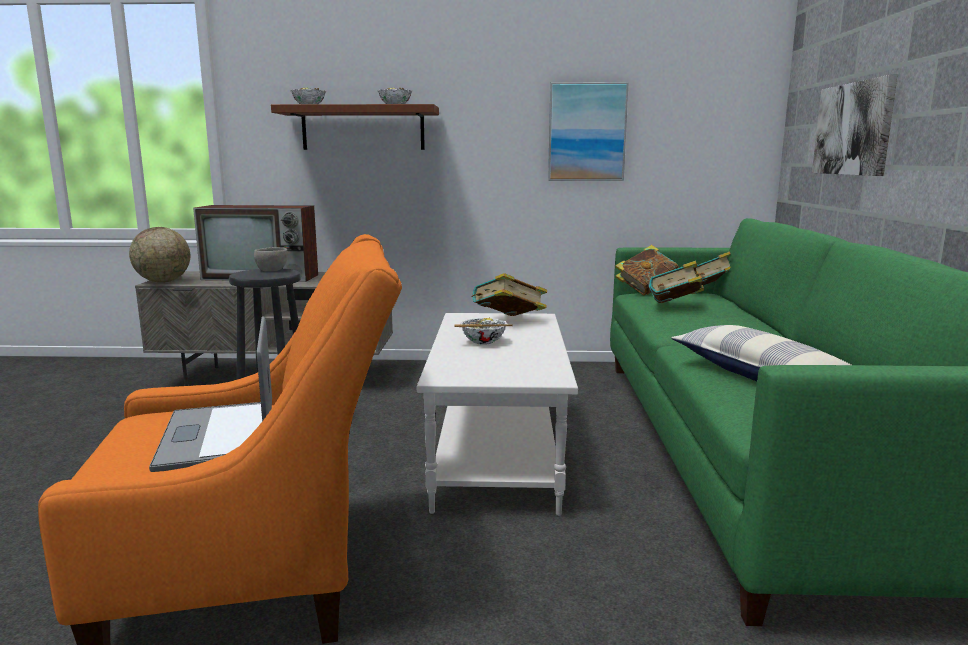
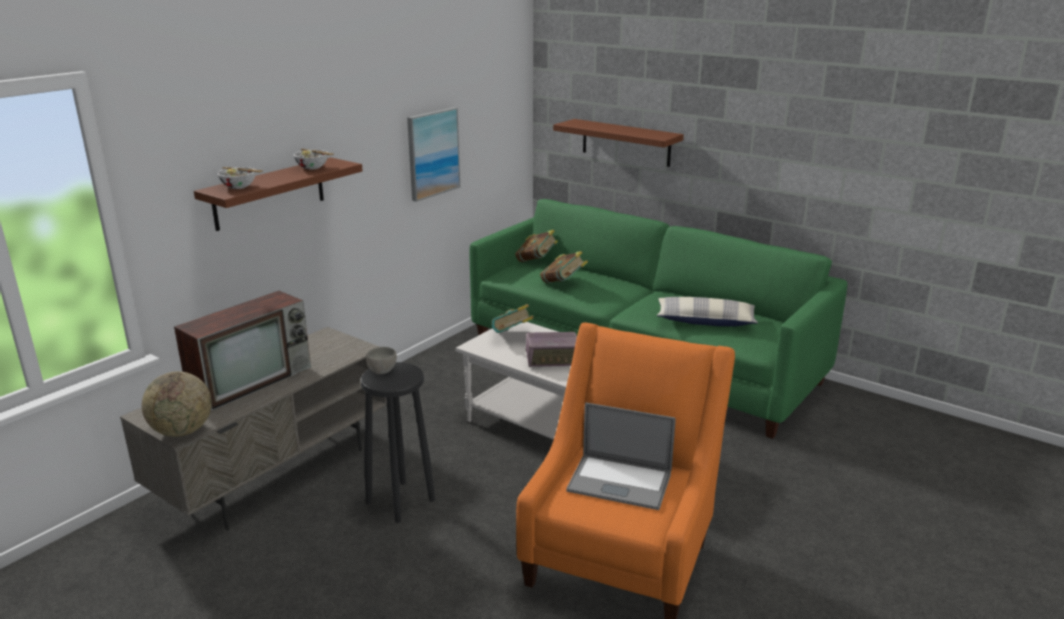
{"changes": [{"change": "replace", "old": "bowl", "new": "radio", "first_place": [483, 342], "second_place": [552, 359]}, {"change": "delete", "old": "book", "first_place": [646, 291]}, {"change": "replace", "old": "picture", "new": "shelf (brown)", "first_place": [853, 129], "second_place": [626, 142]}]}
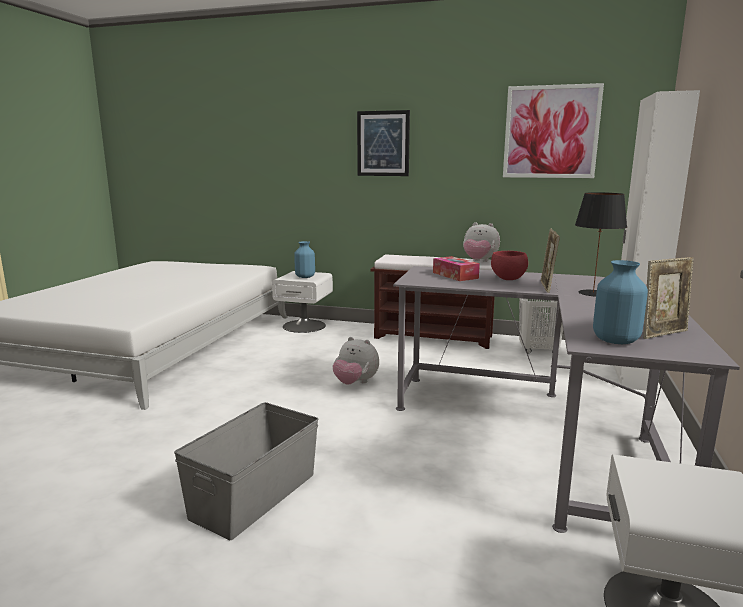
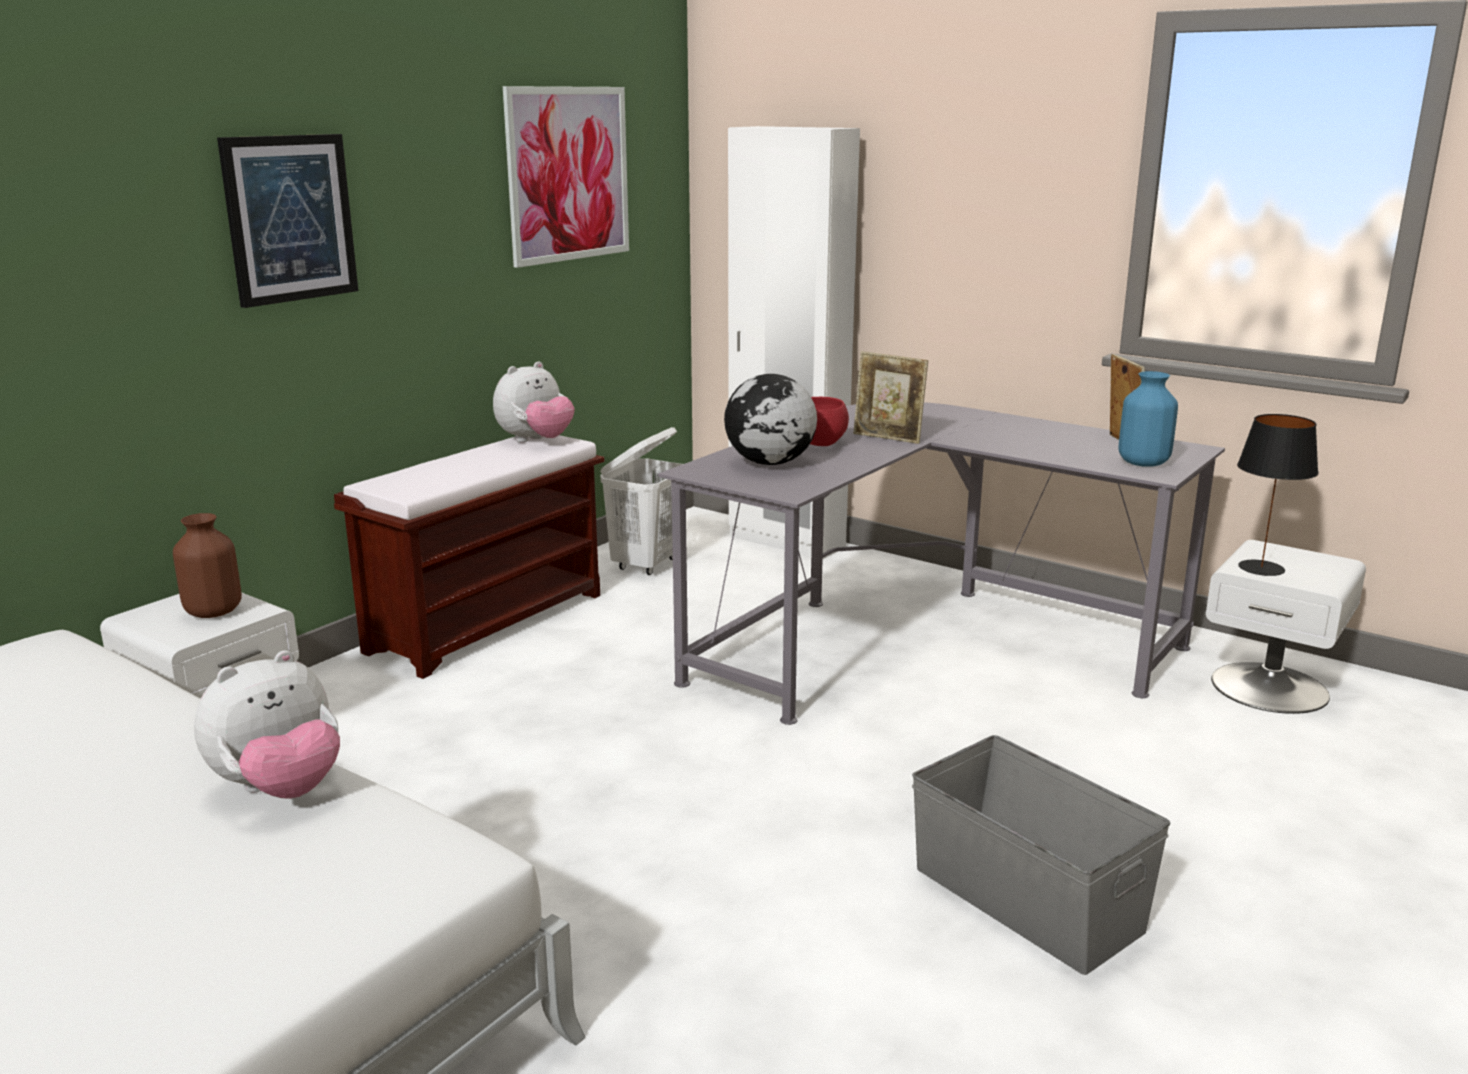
{"changes": [{"change": "recolor", "old": "vase (blue)", "new": "vase (brown)", "first_place": [305, 277], "second_place": [212, 612]}, {"change": "move", "old": "plush toy", "first_place": [355, 383], "second_place": [280, 789]}, {"change": "replace", "old": "tissue box", "new": "globe", "first_place": [455, 275], "second_place": [769, 463]}, {"change": "move", "old": "table lamp (black)", "first_place": [593, 293], "second_place": [1261, 568]}]}
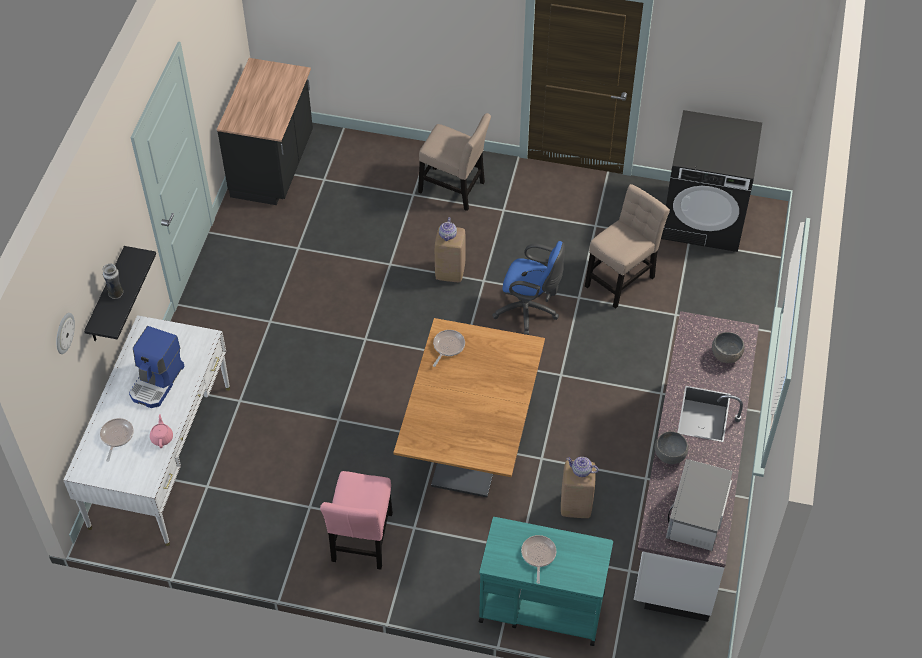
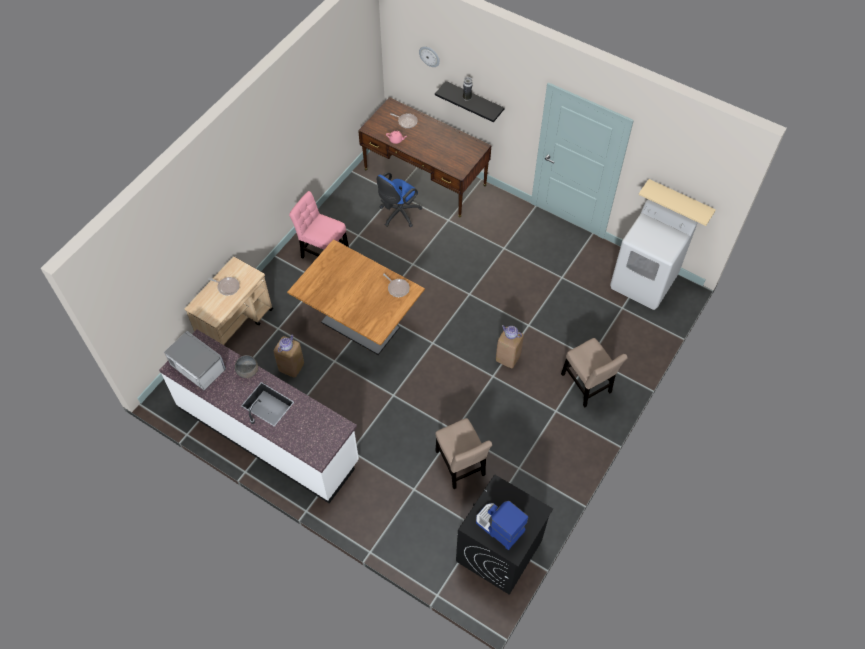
{"changes": [{"change": "recolor", "old": "desk (white)", "new": "desk (brown)", "first_place": [161, 456], "second_place": [425, 177]}, {"change": "move", "old": "coffee machine", "first_place": [157, 382], "second_place": [499, 527]}, {"change": "replace", "old": "counter (black)", "new": "washing machine (white)", "first_place": [274, 166], "second_place": [643, 282]}, {"change": "rotate", "old": "chair (beige)", "first_place": [454, 189], "second_place": [587, 385], "degrees": -75}, {"change": "recolor", "old": "cart (turquoise)", "new": "cart (beige)", "first_place": [541, 606], "second_place": [236, 326]}, {"change": "move", "old": "office chair (blue)", "first_place": [529, 311], "second_place": [398, 214]}, {"change": "delete", "old": "bowl (grey)", "first_place": [726, 355]}, {"change": "insert", "new": "shelf (beige)", "second_place": [679, 200]}]}
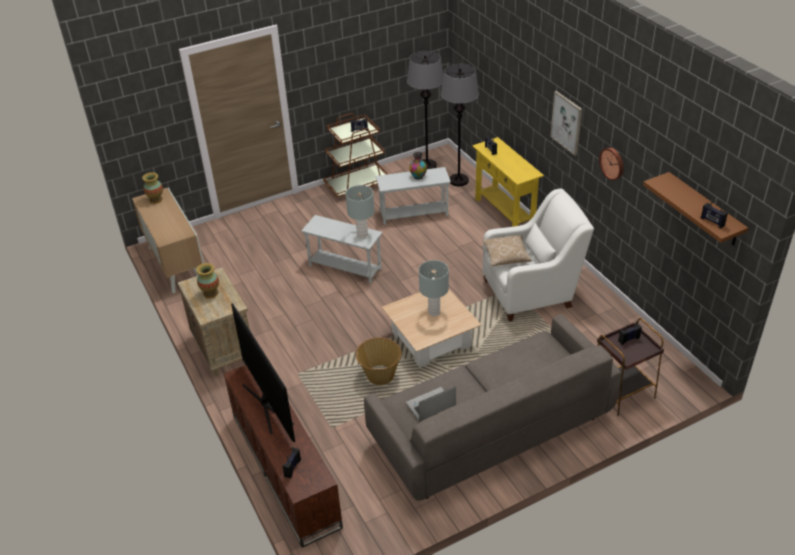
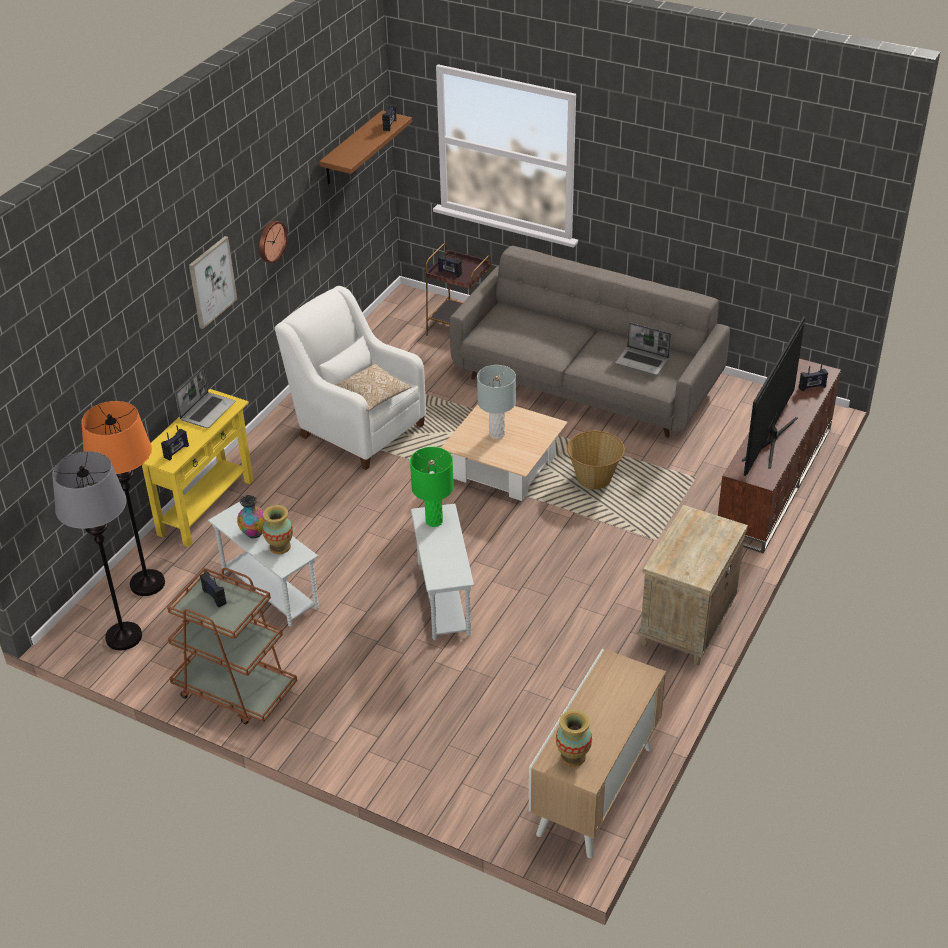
{"changes": [{"change": "move", "old": "vase", "first_place": [211, 293], "second_place": [280, 547]}, {"change": "recolor", "old": "table lamp (grey)", "new": "table lamp (green)", "first_place": [362, 235], "second_place": [434, 521]}, {"change": "recolor", "old": "floor lamp (grey)", "new": "floor lamp (orange)", "first_place": [459, 180], "second_place": [147, 583]}, {"change": "insert", "new": "laptop", "second_place": [207, 411]}]}
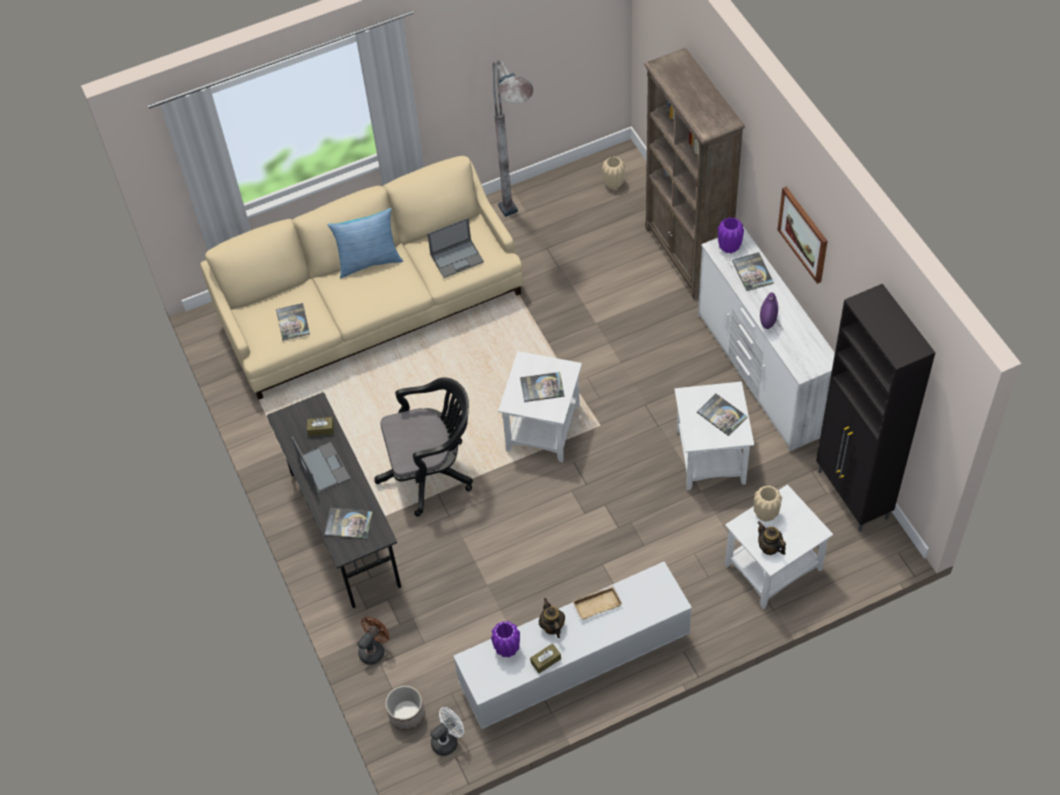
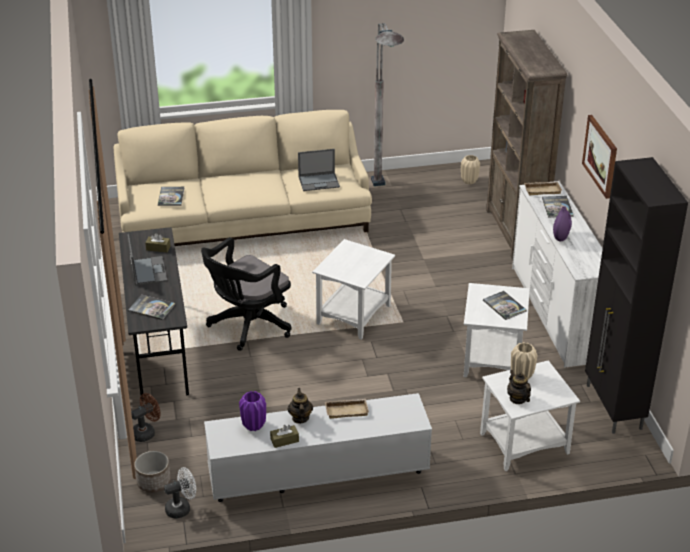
{"changes": [{"change": "delete", "old": "pillow", "first_place": [369, 261]}, {"change": "rotate", "old": "office chair (black)", "first_place": [431, 472], "second_place": [247, 326], "degrees": 135}, {"change": "delete", "old": "book", "first_place": [542, 387]}, {"change": "replace", "old": "vase (purple)", "new": "tray (beige)", "first_place": [729, 247], "second_place": [542, 190]}]}
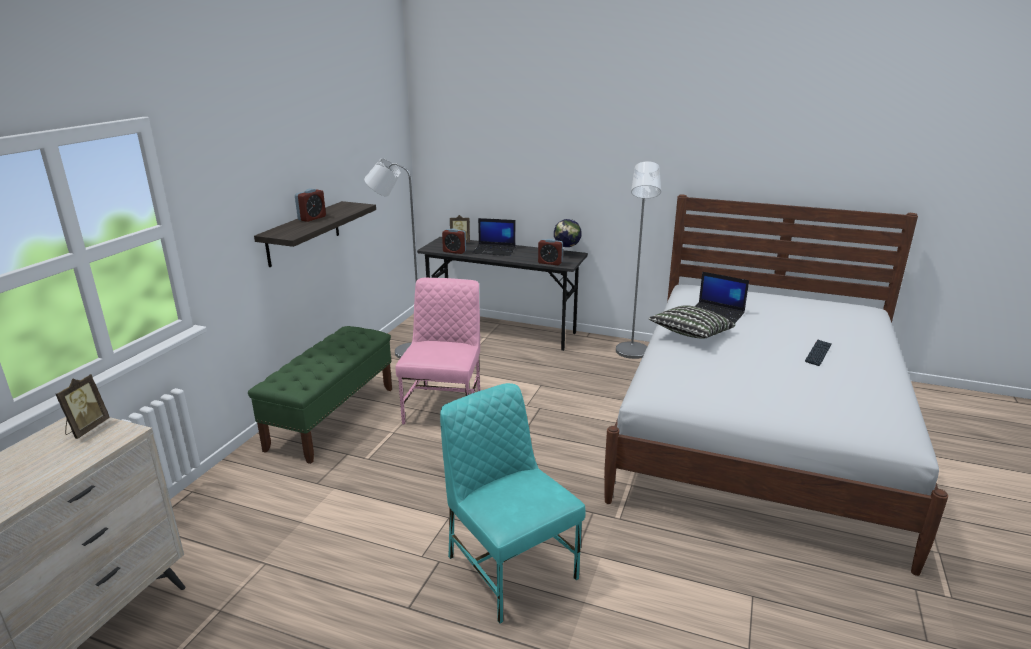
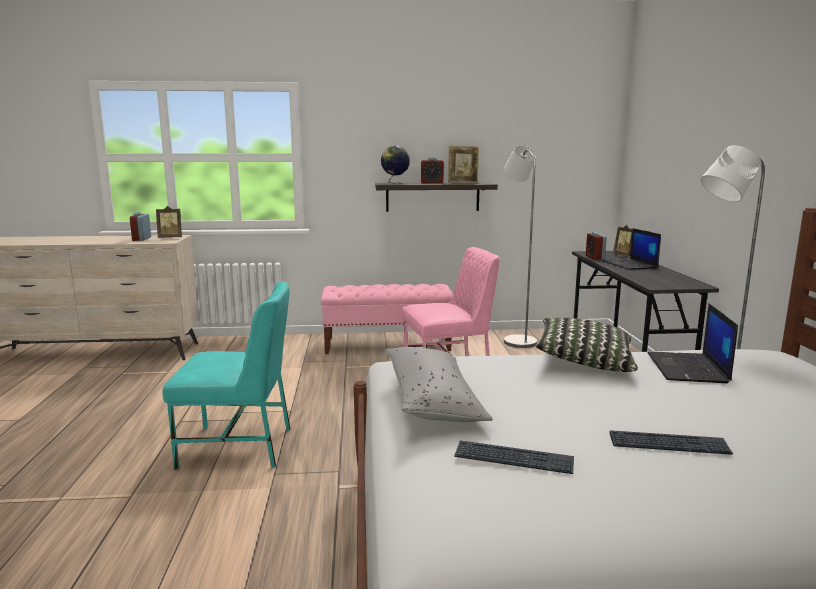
{"changes": [{"change": "recolor", "old": "bench (green)", "new": "bench (pink)", "first_place": [332, 417], "second_place": [387, 345]}, {"change": "rotate", "old": "chair (turquoise)", "first_place": [509, 566], "second_place": [239, 447], "degrees": 60}, {"change": "move", "old": "alarm clock", "first_place": [550, 263], "second_place": [141, 239]}, {"change": "move", "old": "globe", "first_place": [566, 254], "second_place": [395, 183]}, {"change": "insert", "new": "pillow (grey)", "second_place": [432, 399]}, {"change": "insert", "new": "picture frame", "second_place": [463, 182]}, {"change": "insert", "new": "keyboard", "second_place": [513, 459]}]}
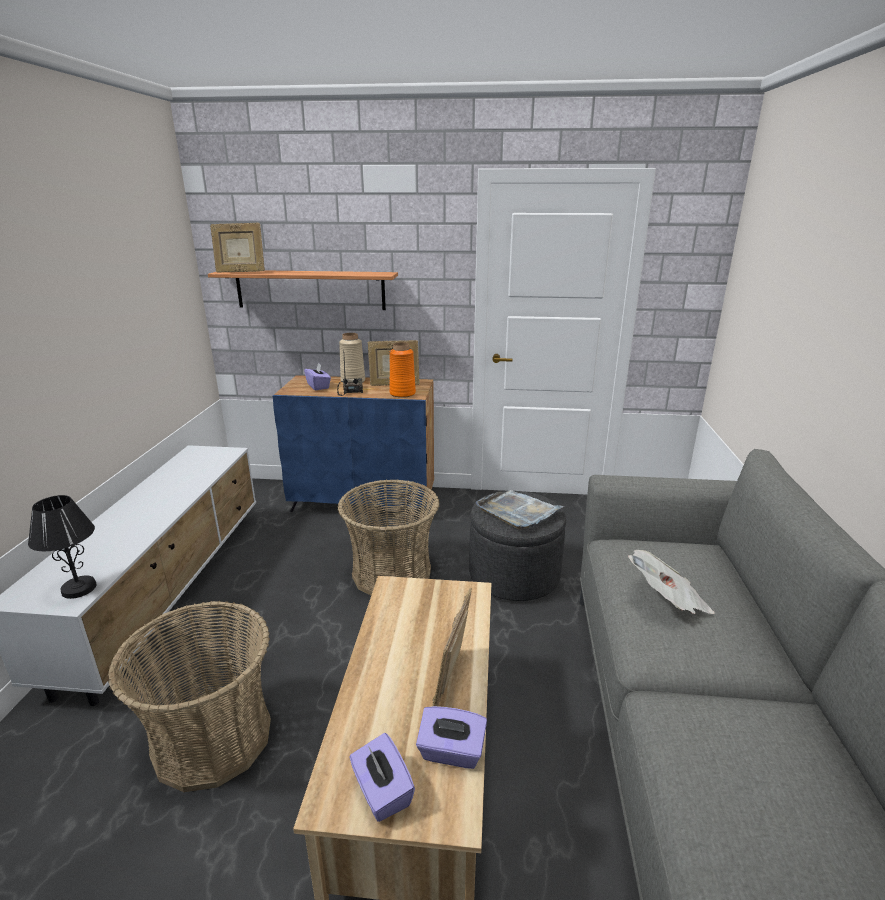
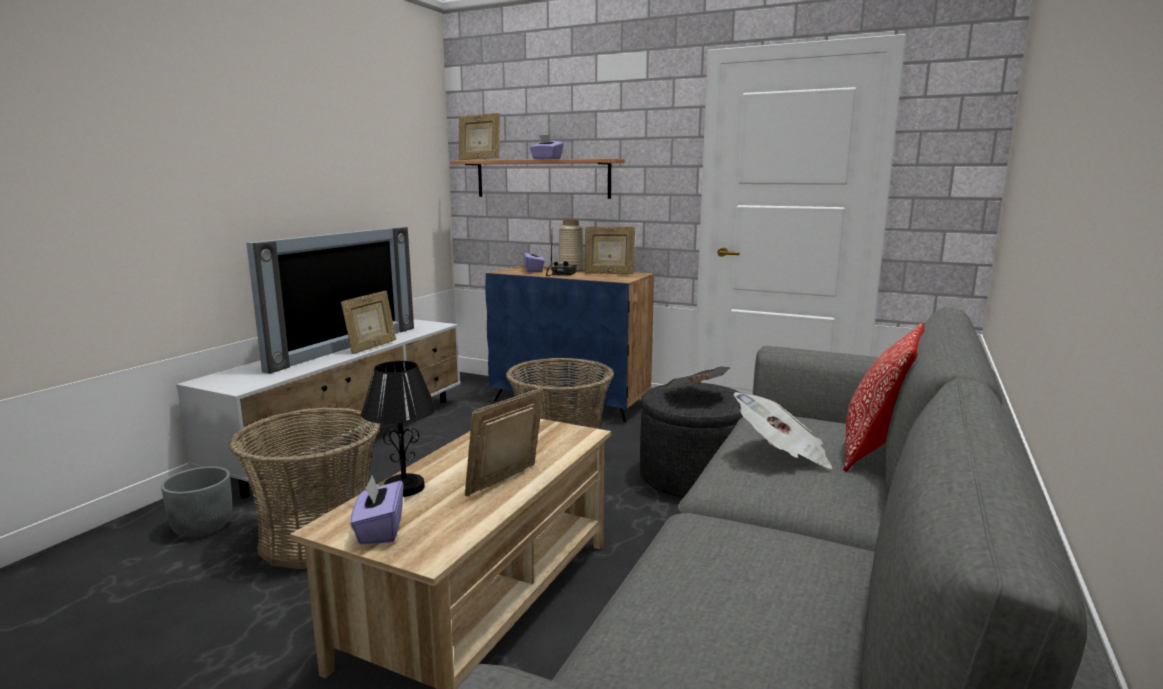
{"changes": [{"change": "move", "old": "table lamp (black)", "first_place": [78, 589], "second_place": [404, 488]}, {"change": "delete", "old": "vase (orange)", "first_place": [402, 393]}, {"change": "move", "old": "tissue box (purple)", "first_place": [451, 752], "second_place": [546, 159]}, {"change": "replace", "old": "tray (grey)", "new": "newspaper", "first_place": [518, 511], "second_place": [694, 395]}, {"change": "insert", "new": "planter (grey)", "second_place": [203, 526]}, {"change": "insert", "new": "television", "second_place": [341, 346]}, {"change": "insert", "new": "picture frame", "second_place": [372, 347]}, {"change": "insert", "new": "pillow", "second_place": [876, 451]}]}
